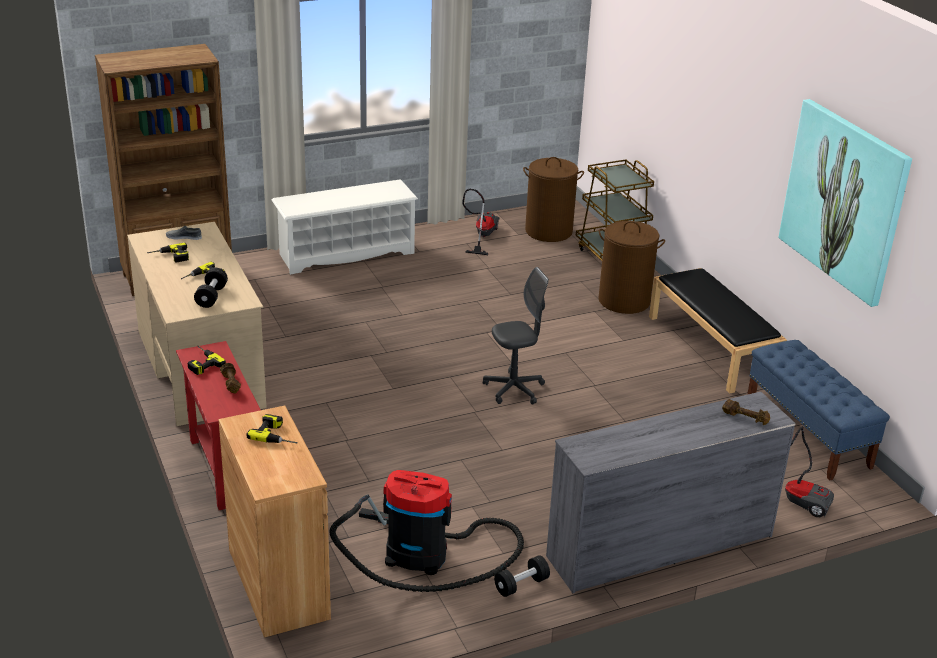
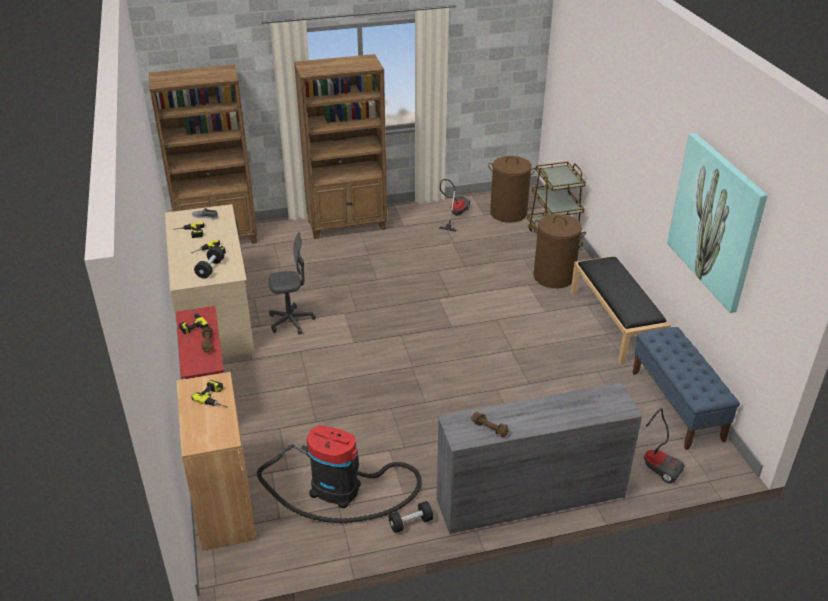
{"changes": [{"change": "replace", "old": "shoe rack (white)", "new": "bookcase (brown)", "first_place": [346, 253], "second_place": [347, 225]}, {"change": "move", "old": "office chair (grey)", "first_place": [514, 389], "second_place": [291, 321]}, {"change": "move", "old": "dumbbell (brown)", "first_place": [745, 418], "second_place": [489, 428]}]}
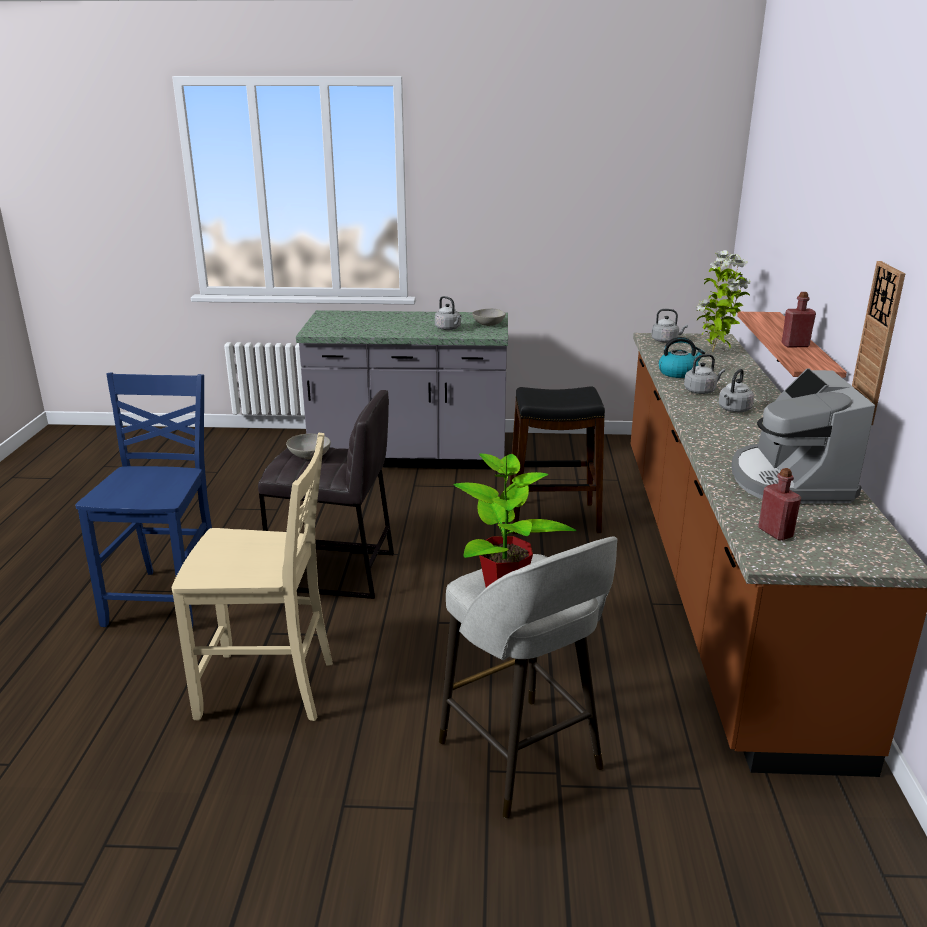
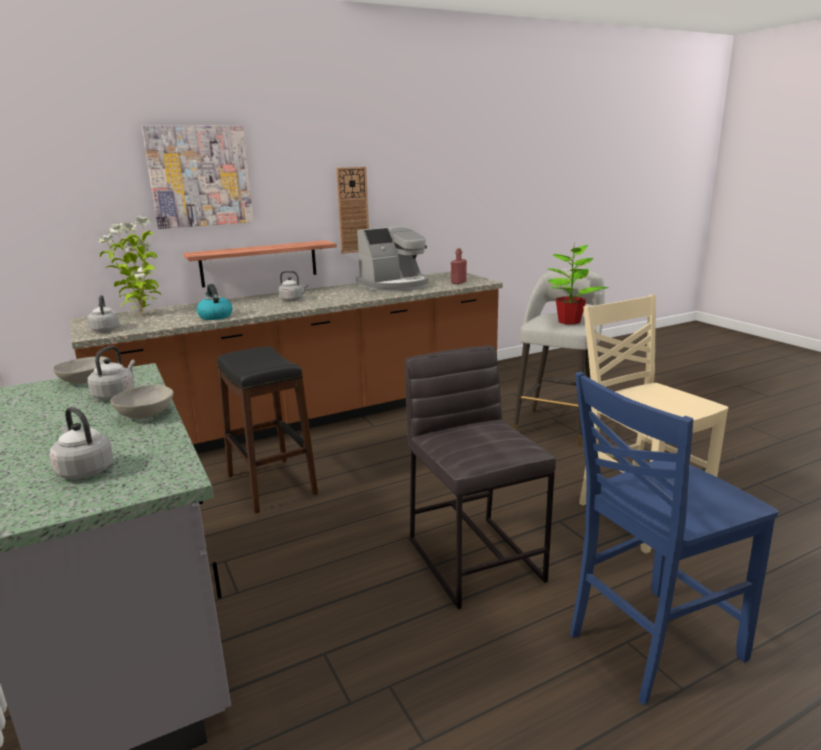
{"changes": [{"change": "move", "old": "bowl (grey)", "first_place": [310, 456], "second_place": [145, 415]}, {"change": "move", "old": "kettle (grey)", "first_place": [701, 391], "second_place": [84, 470]}, {"change": "delete", "old": "bottle (red)", "first_place": [795, 345]}, {"change": "insert", "new": "picture", "second_place": [200, 176]}]}
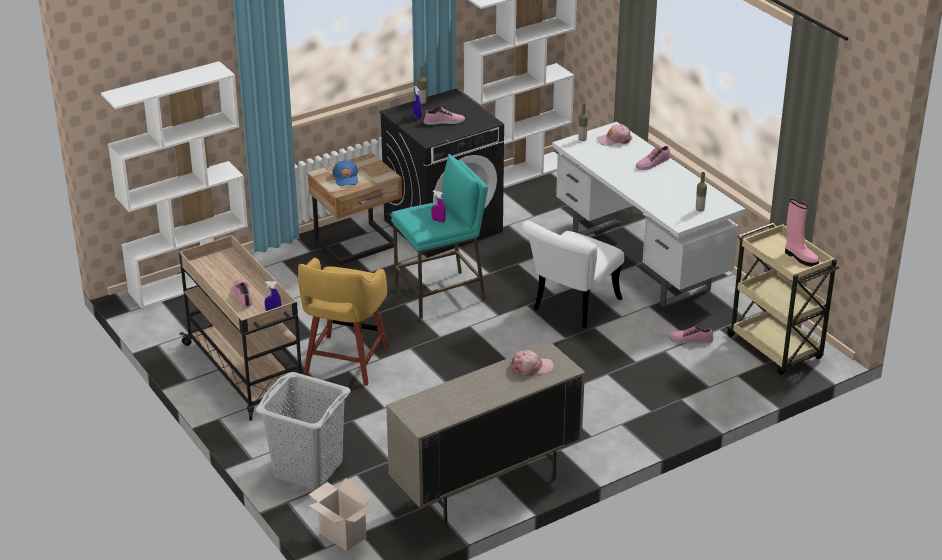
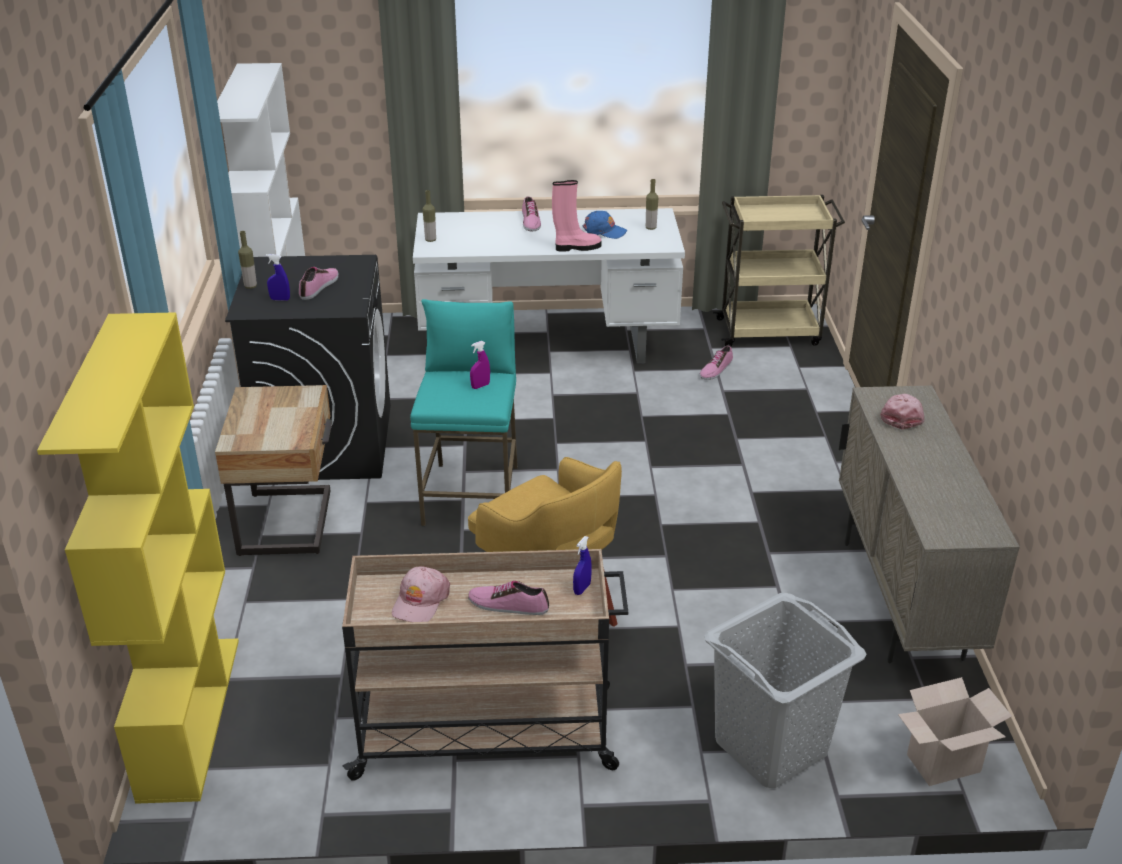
{"changes": [{"change": "recolor", "old": "bookcase (white)", "new": "bookcase (yellow)", "first_place": [190, 281], "second_place": [189, 715]}, {"change": "move", "old": "cap (blue)", "first_place": [346, 178], "second_place": [604, 231]}, {"change": "delete", "old": "chair (white)", "first_place": [571, 307]}, {"change": "move", "old": "cap (pink)", "first_place": [614, 140], "second_place": [420, 601]}, {"change": "move", "old": "boot (pink)", "first_place": [800, 257], "second_place": [576, 247]}]}
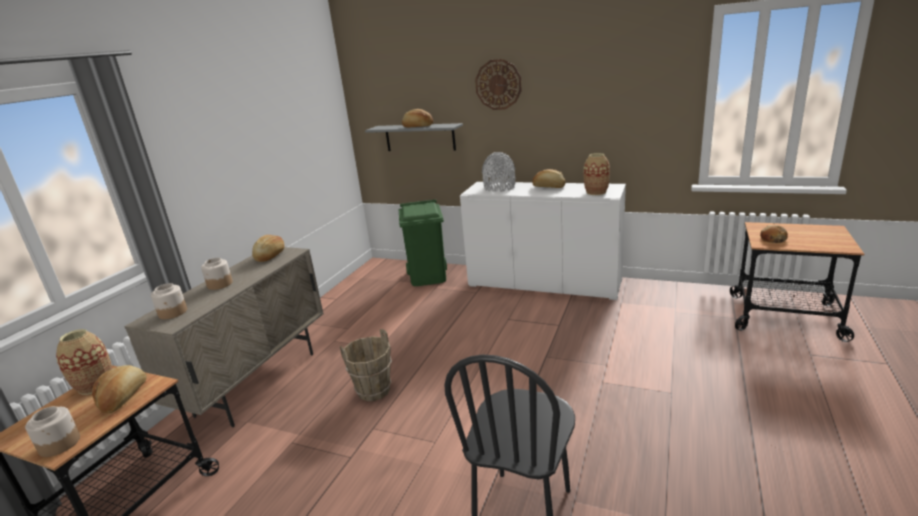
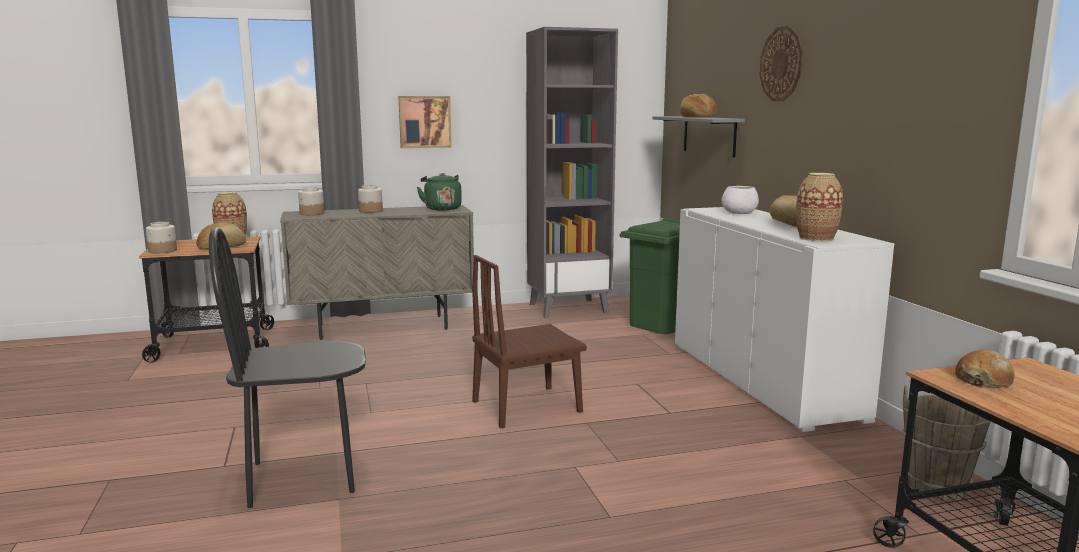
{"changes": [{"change": "replace", "old": "bread", "new": "kettle (green)", "first_place": [270, 256], "second_place": [441, 208]}, {"change": "move", "old": "bucket (brown)", "first_place": [374, 391], "second_place": [936, 487]}, {"change": "replace", "old": "vase (grey)", "new": "bowl (white)", "first_place": [499, 187], "second_place": [740, 213]}, {"change": "insert", "new": "picture", "second_place": [424, 122]}, {"change": "insert", "new": "chair (brown)", "second_place": [527, 406]}, {"change": "insert", "new": "bookcase (grey)", "second_place": [568, 308]}]}
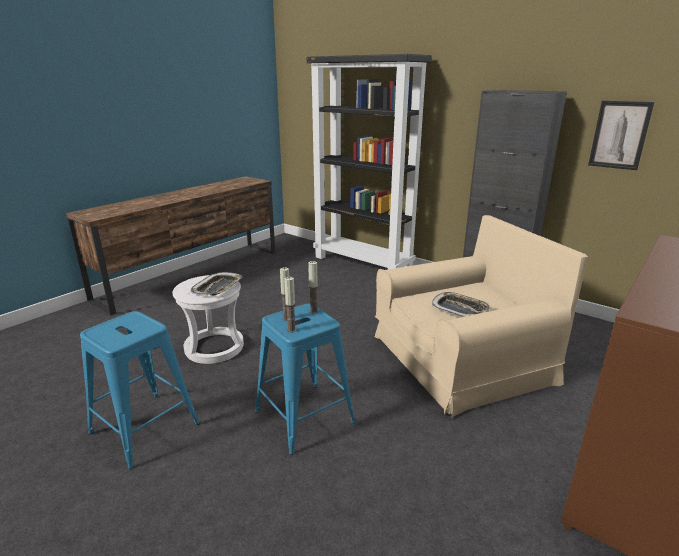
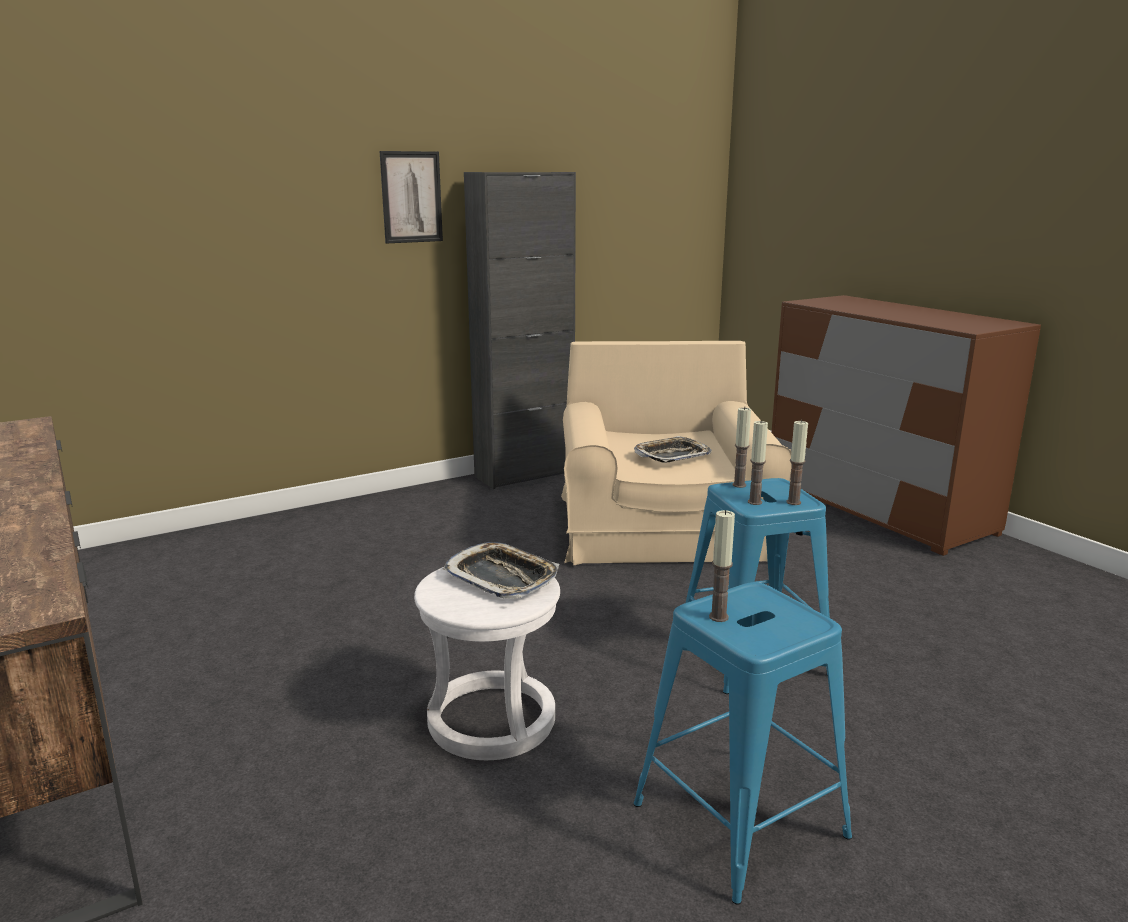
{"changes": [{"change": "delete", "old": "bookcase (black)", "first_place": [363, 263]}, {"change": "move", "old": "picture", "first_place": [619, 135], "second_place": [411, 197]}, {"change": "insert", "new": "candle", "second_place": [718, 617]}]}
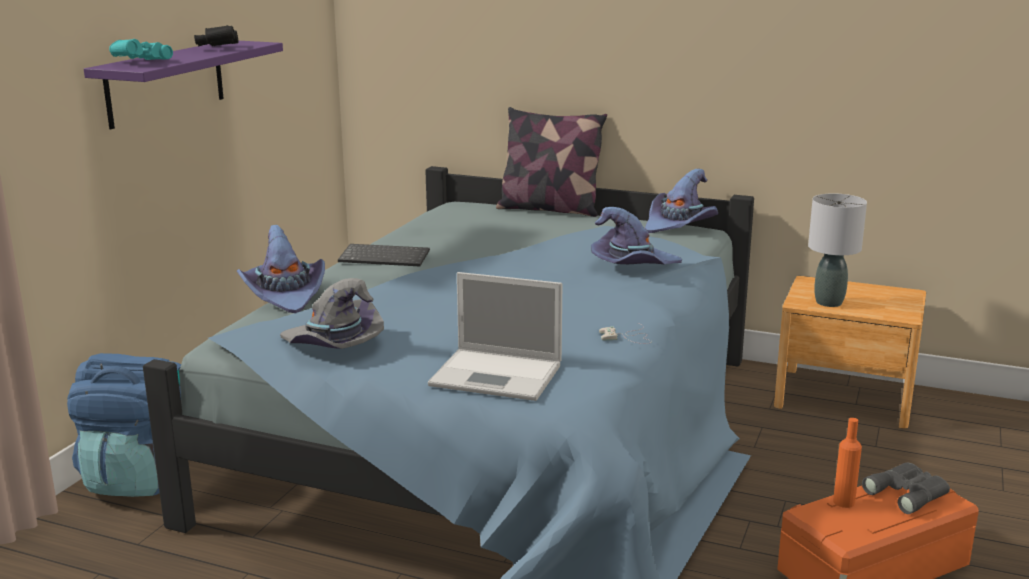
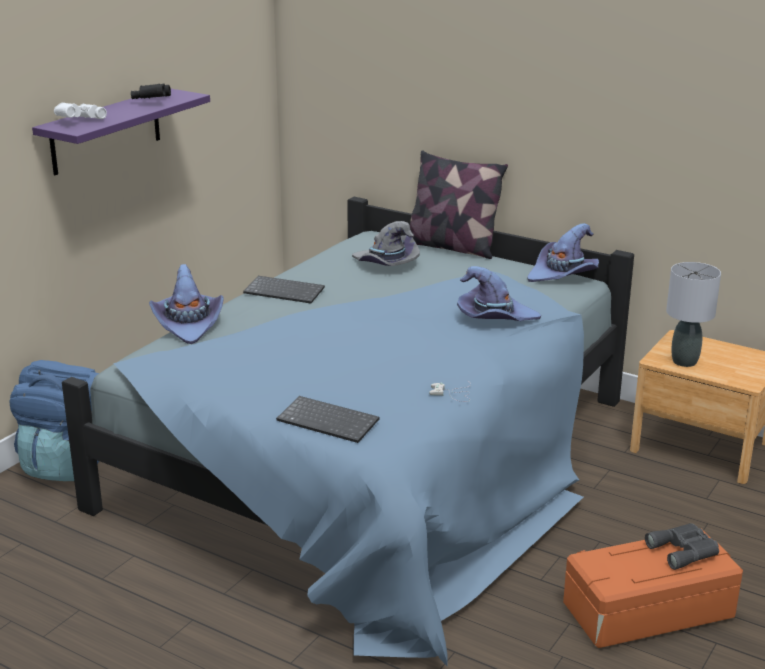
{"changes": [{"change": "recolor", "old": "binoculars (turquoise)", "new": "binoculars (white)", "first_place": [139, 62], "second_place": [78, 121]}, {"change": "move", "old": "hat (grey)", "first_place": [333, 345], "second_place": [386, 264]}, {"change": "replace", "old": "laptop", "new": "keyboard", "first_place": [499, 375], "second_place": [330, 421]}, {"change": "delete", "old": "bottle (orange)", "first_place": [843, 502]}]}
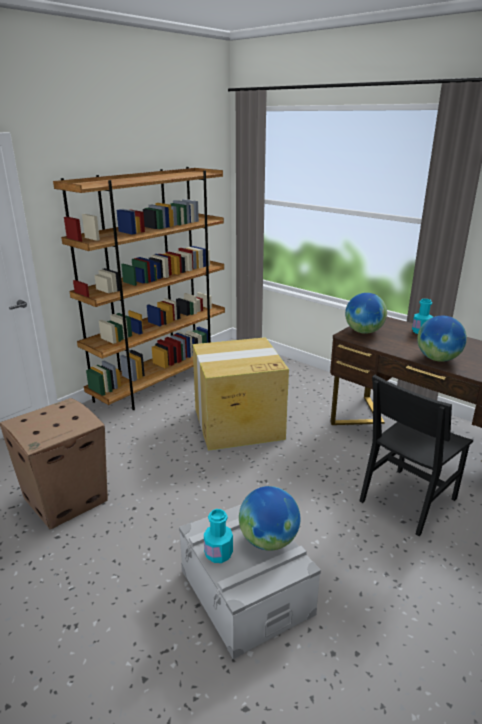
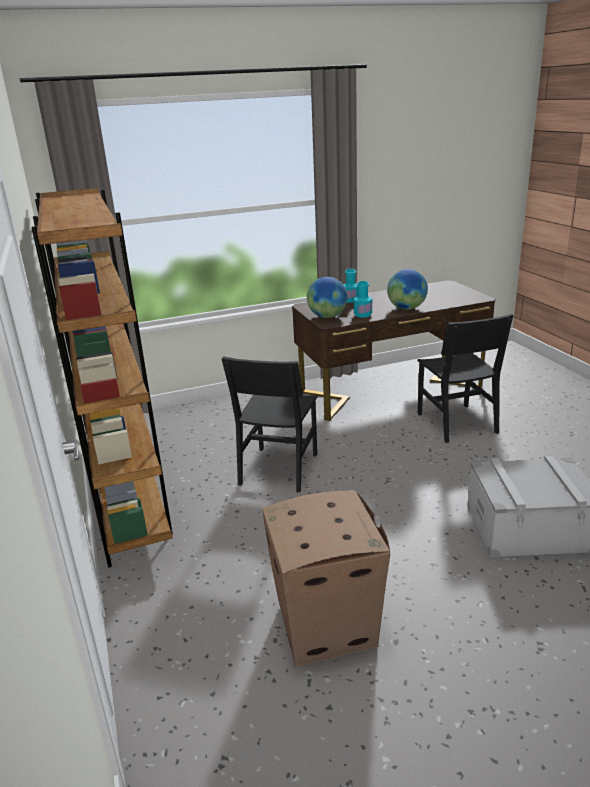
{"changes": [{"change": "replace", "old": "cardboard box", "new": "chair (black)", "first_place": [237, 424], "second_place": [278, 469]}, {"change": "move", "old": "bottle (turquoise)", "first_place": [218, 554], "second_place": [362, 315]}, {"change": "delete", "old": "globe", "first_place": [268, 541]}]}
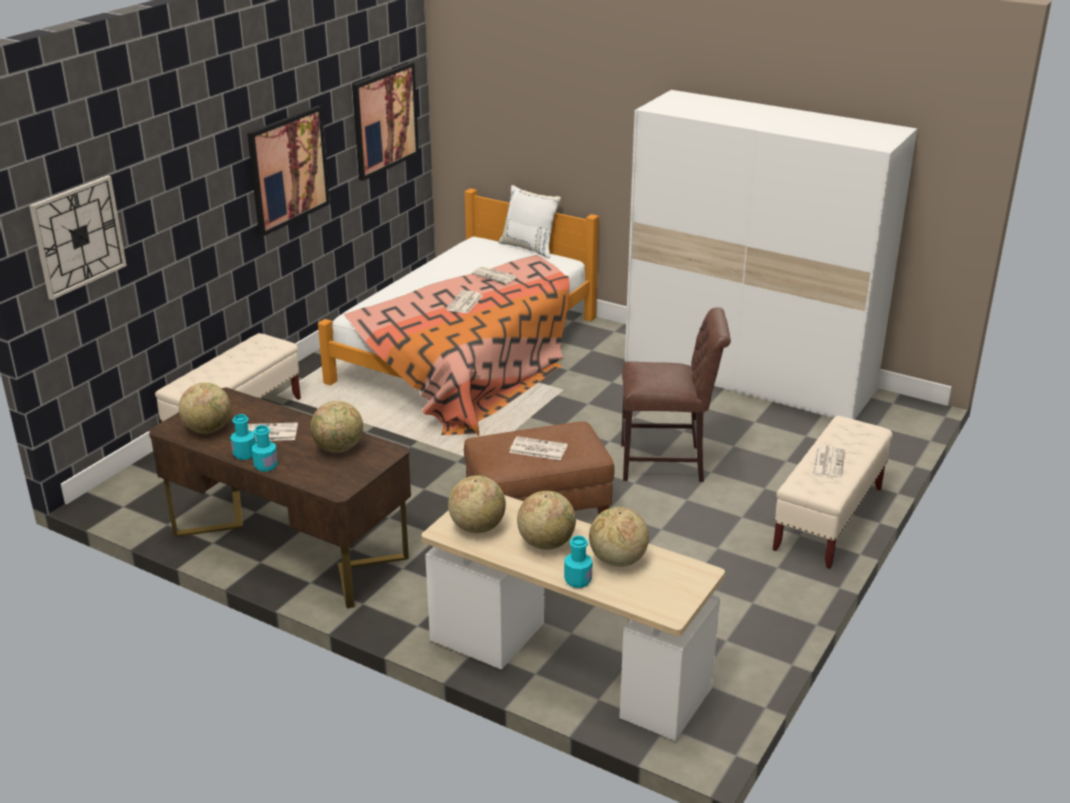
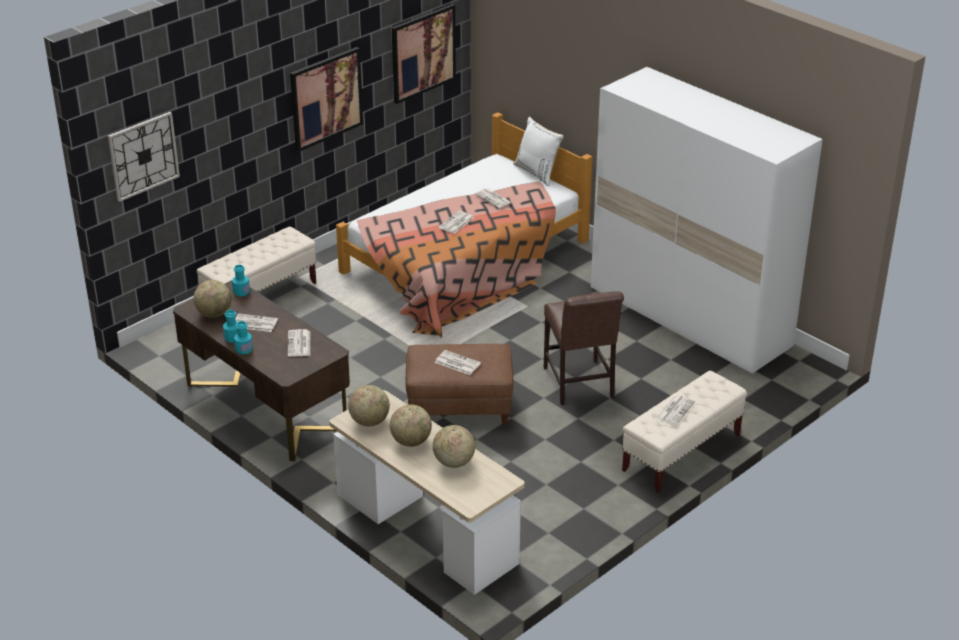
{"changes": [{"change": "replace", "old": "globe", "new": "newspaper", "first_place": [339, 448], "second_place": [299, 344]}, {"change": "move", "old": "bottle (turquoise)", "first_place": [578, 580], "second_place": [241, 292]}, {"change": "rotate", "old": "chair (brown)", "first_place": [667, 463], "second_place": [579, 385], "degrees": 60}]}
